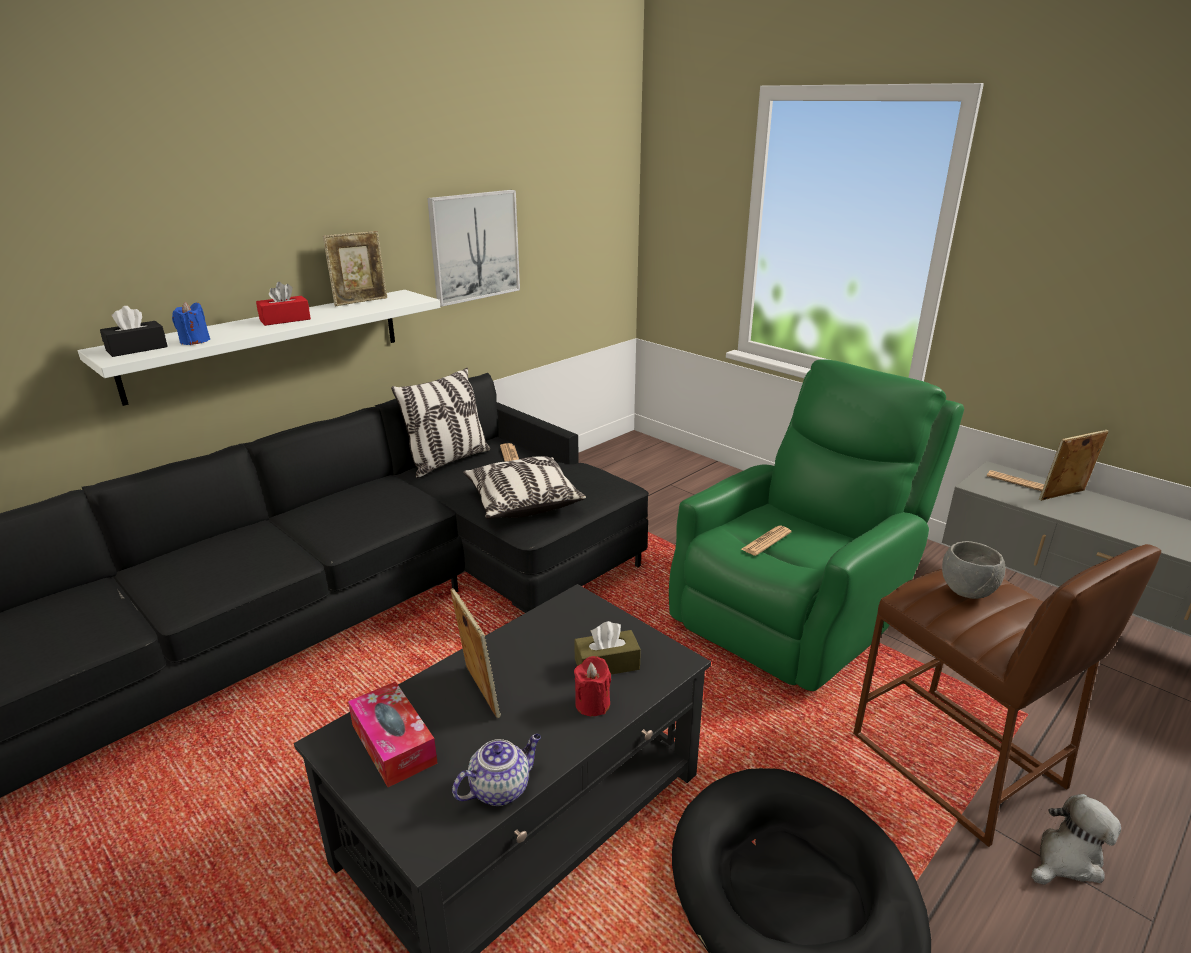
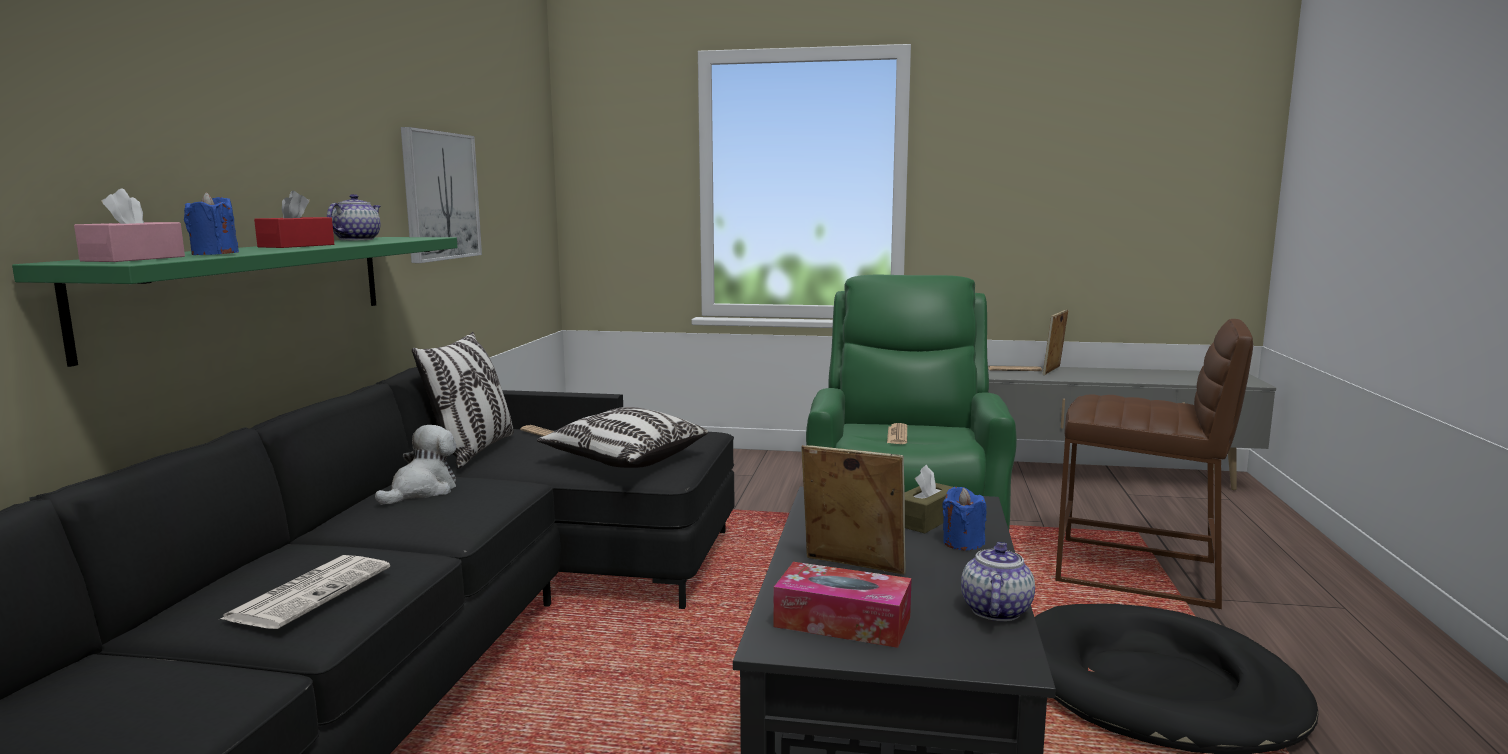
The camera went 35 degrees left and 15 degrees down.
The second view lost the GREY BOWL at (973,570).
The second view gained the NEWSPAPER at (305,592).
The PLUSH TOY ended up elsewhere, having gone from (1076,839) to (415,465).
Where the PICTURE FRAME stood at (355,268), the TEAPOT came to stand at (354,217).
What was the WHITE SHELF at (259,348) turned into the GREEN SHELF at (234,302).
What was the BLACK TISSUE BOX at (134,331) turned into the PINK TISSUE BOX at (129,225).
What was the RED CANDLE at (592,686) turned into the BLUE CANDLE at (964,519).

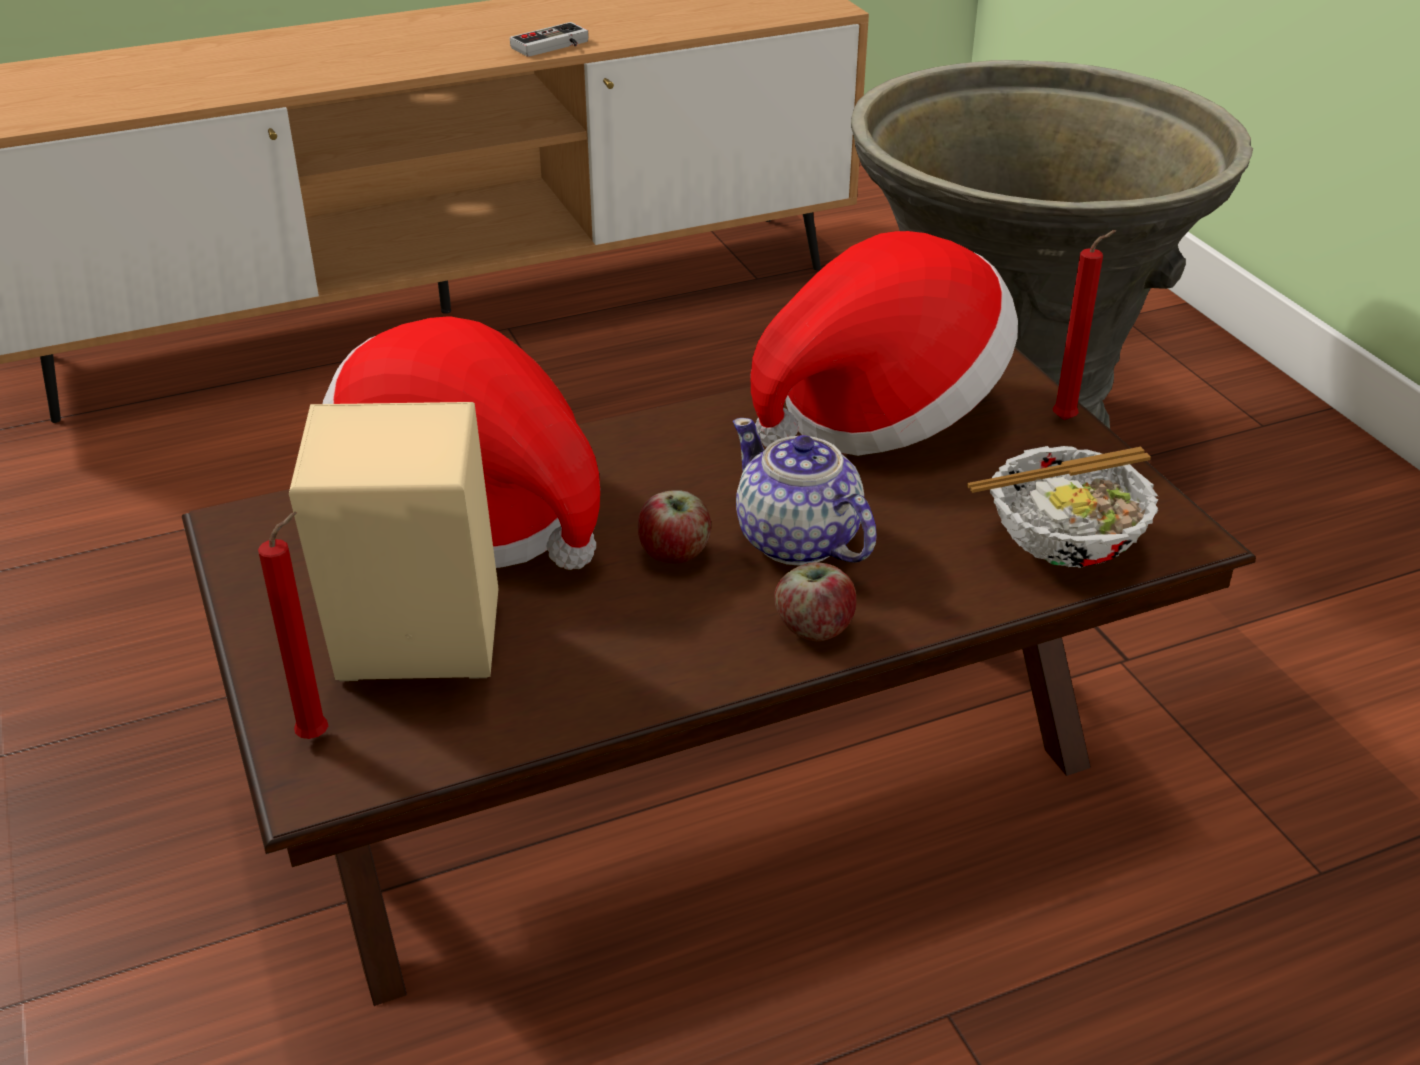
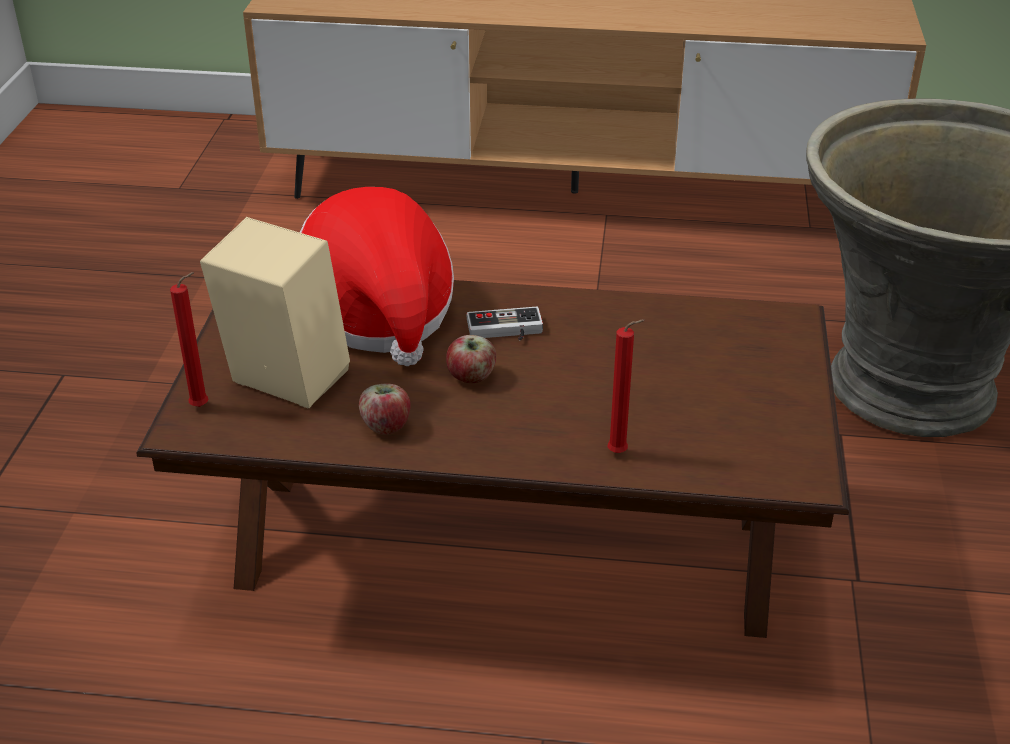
The camera went 30 degrees right and 0 degrees up.
The second view lost the TEAPOT at (805,492).
The second view lost the HAT at (884,343).
The second view lost the BOWL at (1062,507).
The GAME CONTROLLER ended up elsewhere, having gone from (549,39) to (505,324).
The APPLE ended up elsewhere, having gone from (815,601) to (385,409).
The RED CANDLE ended up elsewhere, having gone from (1085,325) to (626,386).

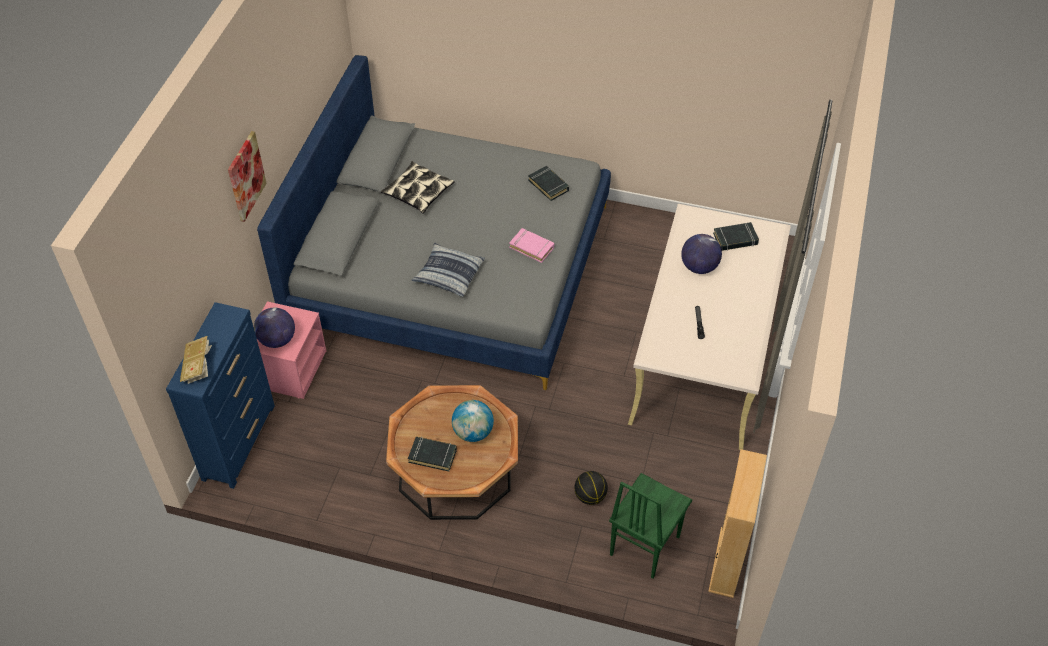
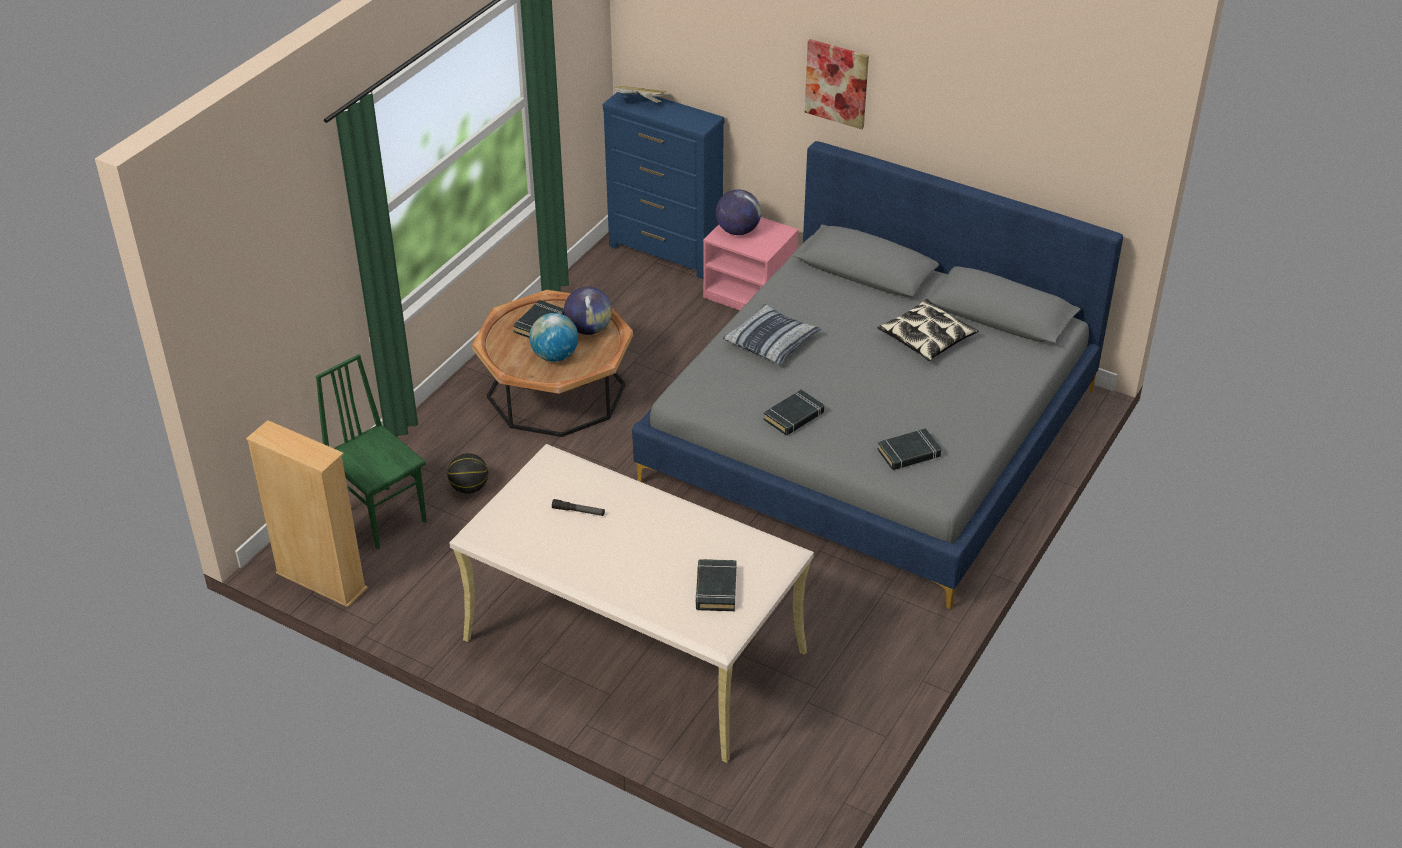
The camera went 105 degrees right and 10 degrees down.
The GLOBE ended up elsewhere, having gone from (701,254) to (588,311).
What was the PINK BOOK at (531,245) turned into the BLACK BOOK at (794,413).

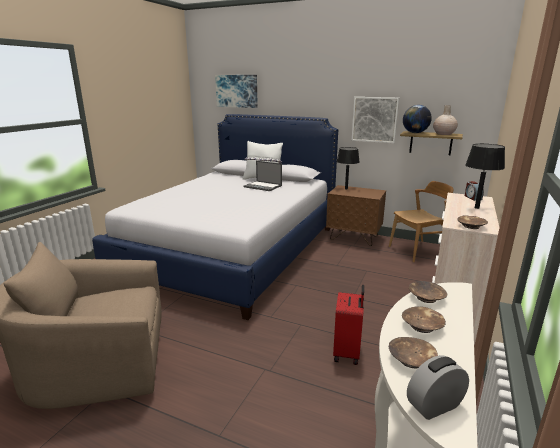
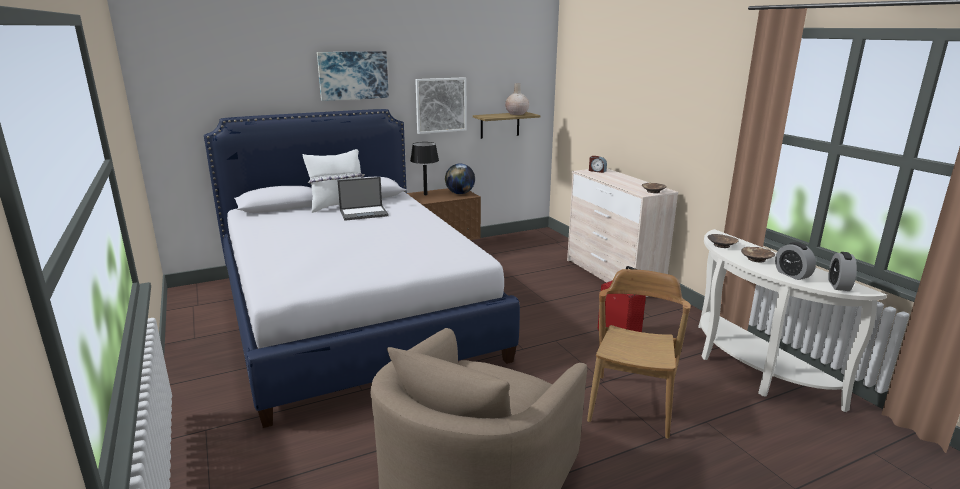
The camera went 50 degrees left and 0 degrees up.
The second view lost the BLACK TABLE LAMP at (485,176).
The PICTURE ended up elsewhere, having gone from (236,91) to (353,76).
The BROWN CHAIR ended up elsewhere, having gone from (421,221) to (639,354).
The GLOBE ended up elsewhere, having gone from (417,119) to (460,179).
Where the BROWN BOWL stood at (413,352), the ALARM CLOCK came to stand at (795,261).

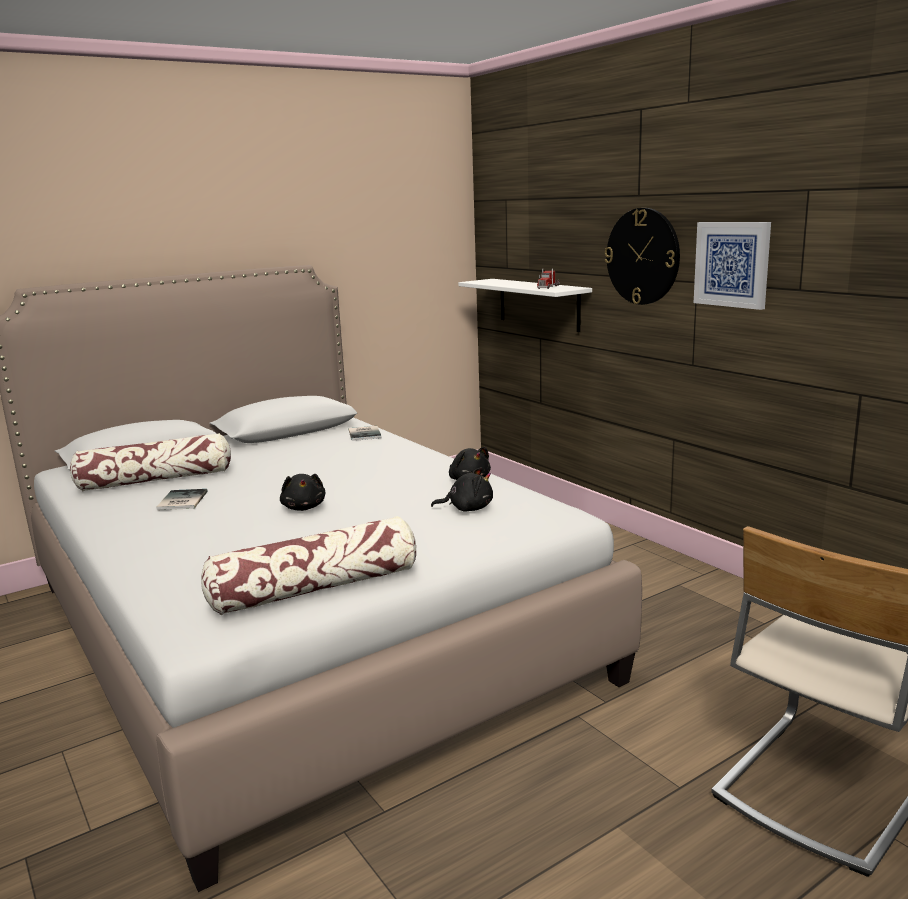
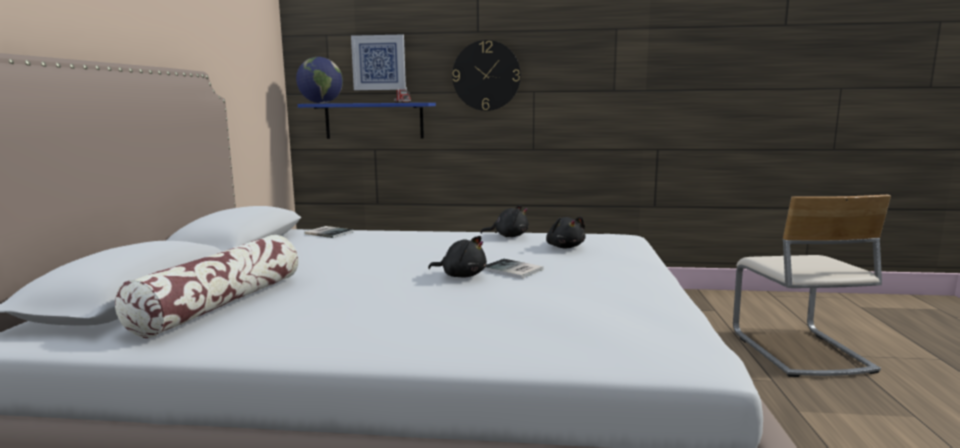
The camera went 50 degrees left and 5 degrees down.
The second view lost the PILLOW at (308,565).
The second view gained the GLOBE at (319,80).
The BOOK ended up elsewhere, having gone from (182,499) to (513,269).
The PICTURE ended up elsewhere, having gone from (732,266) to (378,62).
What was the WHITE SHELF at (525,305) turned into the BLUE SHELF at (367,121).
The BLACK PLUSH TOY at (462,489) ended up facing another way, 120 degrees clockwise from before.

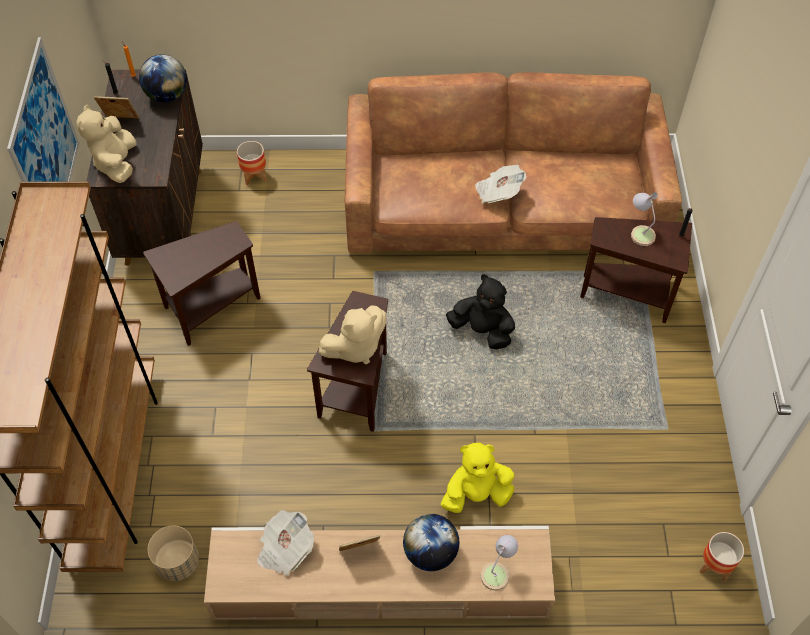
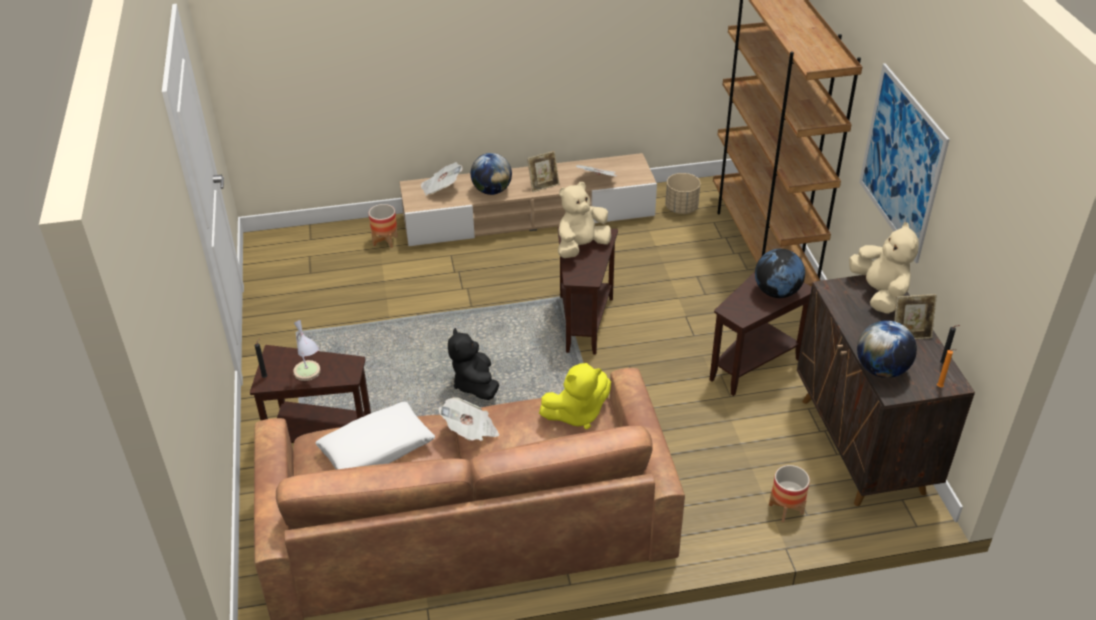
The camera went 170 degrees right and 15 degrees down.
The second view gained the WHITE PILLOW at (375,436).
The second view gained the GLOBE at (780,273).
The YELLOW PLUSH TOY ended up elsewhere, having gone from (478,478) to (575,396).
The PLANTER ended up elsewhere, having gone from (721,557) to (383,226).
Where the TABLE LAMP stood at (499,563), the NEWSPAPER came to stand at (442,179).
The BLACK PLUSH TOY at (480,311) ended up facing another way, 60 degrees clockwise from before.

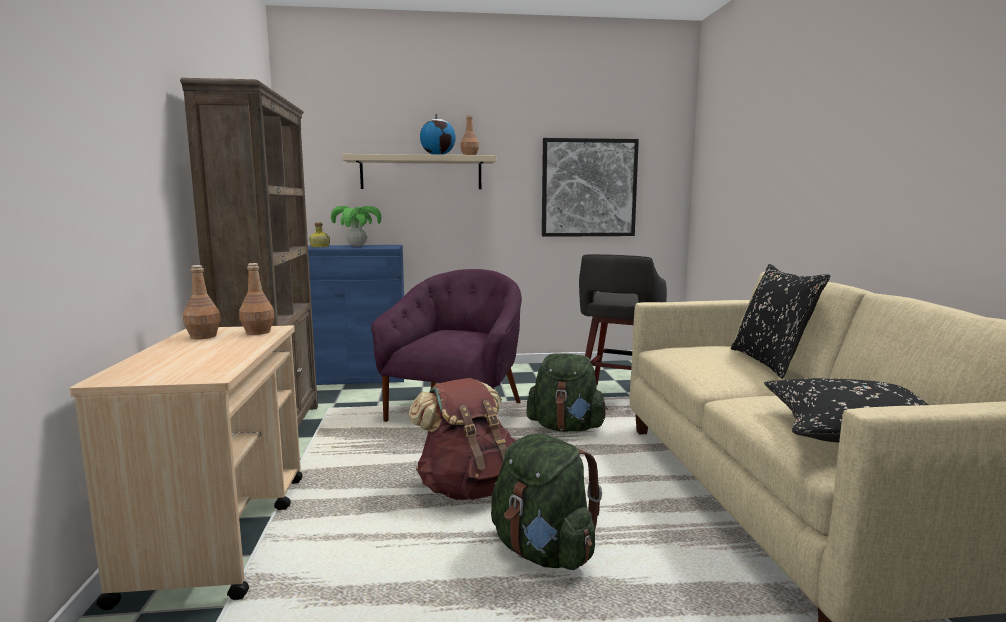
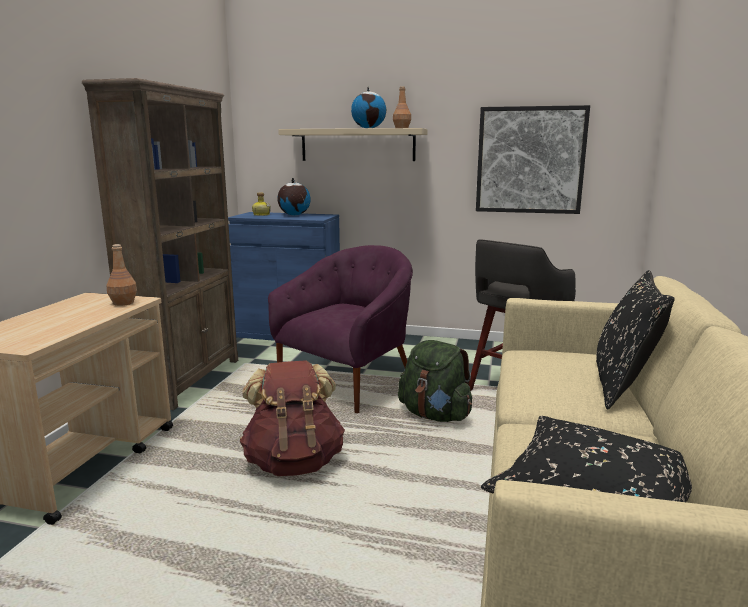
The camera went 20 degrees right and 5 degrees up.
The second view lost the BROWN BOTTLE at (202,302).
The second view lost the GREEN BACKPACK at (546,502).
Where the POTTED PLANT stood at (356,226), the GLOBE came to stand at (293,197).

